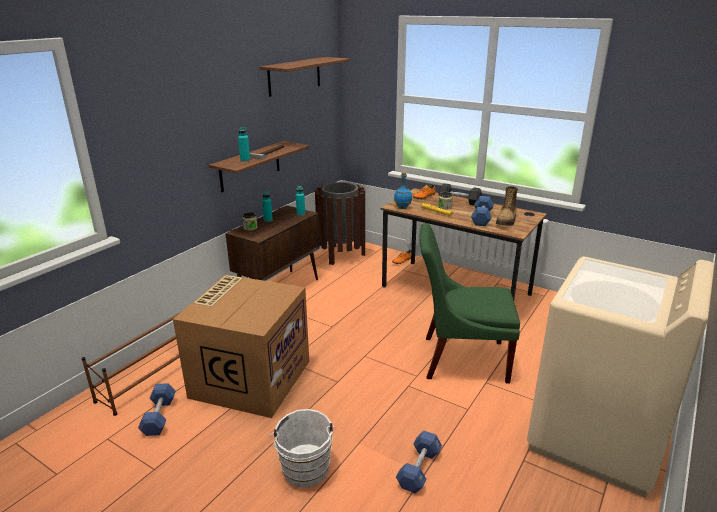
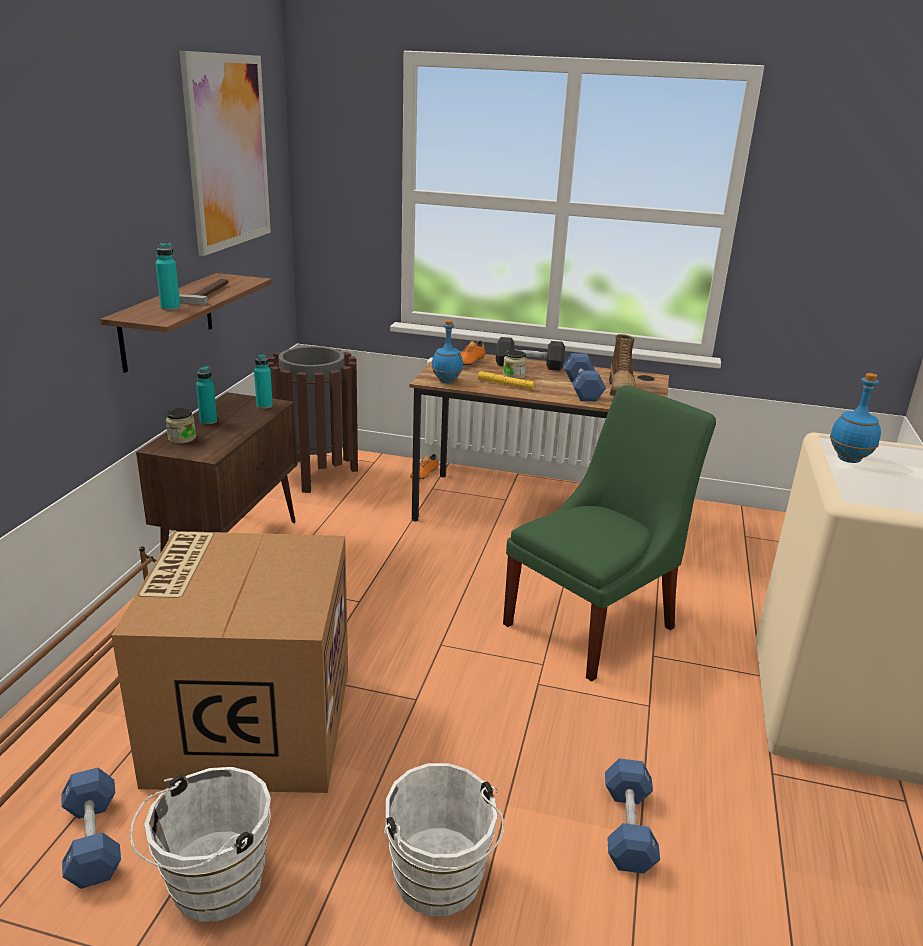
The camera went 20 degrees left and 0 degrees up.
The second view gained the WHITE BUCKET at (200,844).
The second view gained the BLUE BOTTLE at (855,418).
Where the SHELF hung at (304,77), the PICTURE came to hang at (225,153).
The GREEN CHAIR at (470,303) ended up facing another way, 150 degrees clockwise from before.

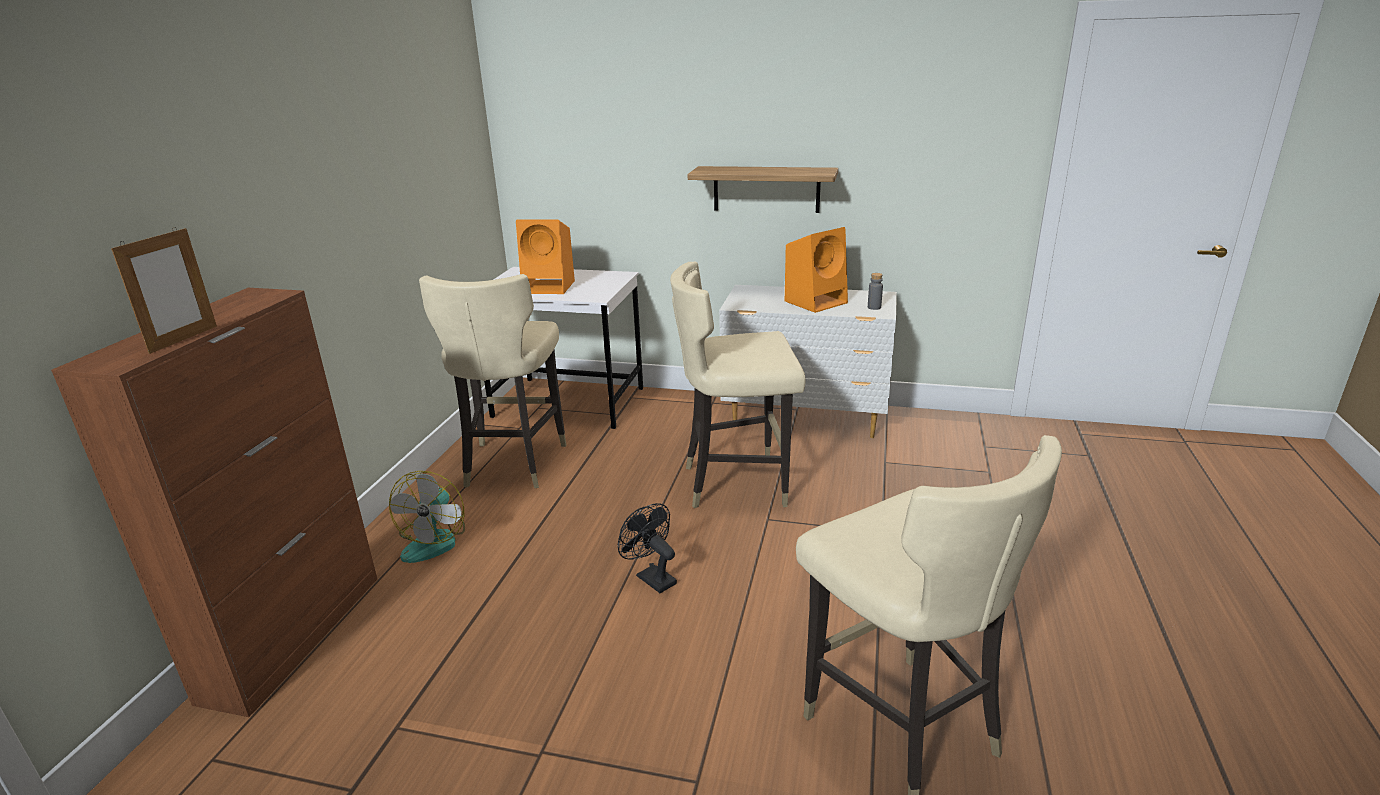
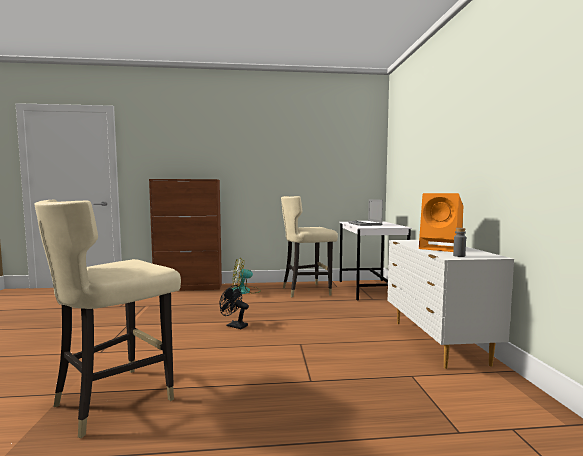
The camera went 70 degrees right and 20 degrees down.
The second view lost the PICTURE FRAME at (164,290).
The second view lost the BEIGE CHAIR at (738,385).
The second view lost the SHELF at (763,189).
Where the ORANGE SPEAKER stood at (545,256), the LAPTOP came to stand at (365,212).
The BLACK FAN at (647,548) ended up facing another way, 90 degrees counterclockwise from before.

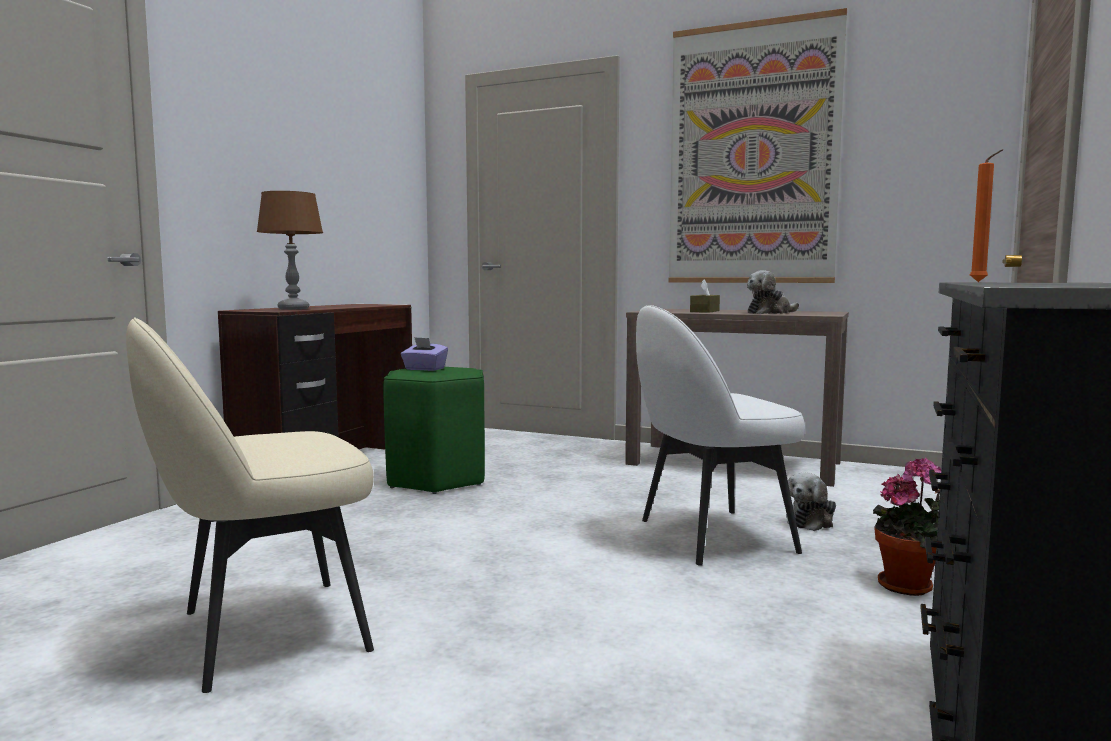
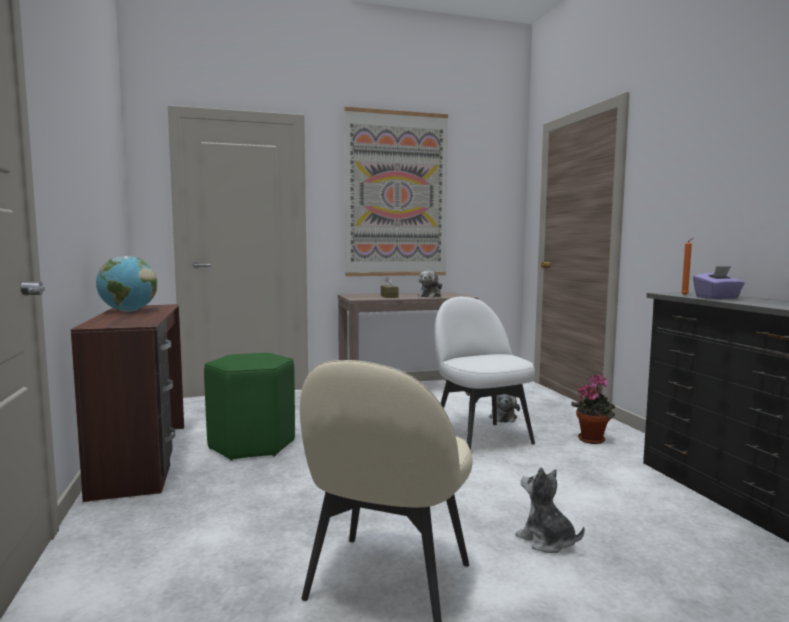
The camera went 40 degrees left and 0 degrees up.
The second view lost the BROWN TABLE LAMP at (290,250).
The second view gained the GLOBE at (126,284).
The second view gained the PLUSH TOY at (550,510).
The PURPLE TISSUE BOX ended up elsewhere, having gone from (424,354) to (719,282).
The WHITE CHAIR at (720,435) ended up facing another way, 120 degrees clockwise from before.

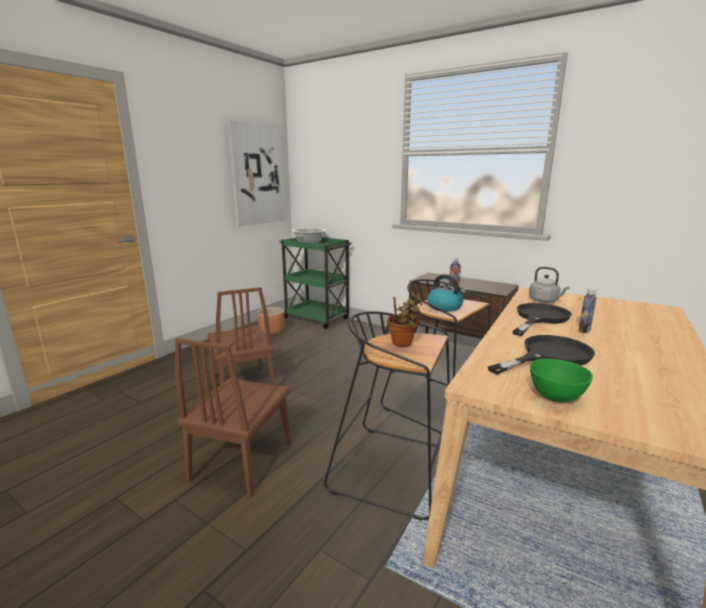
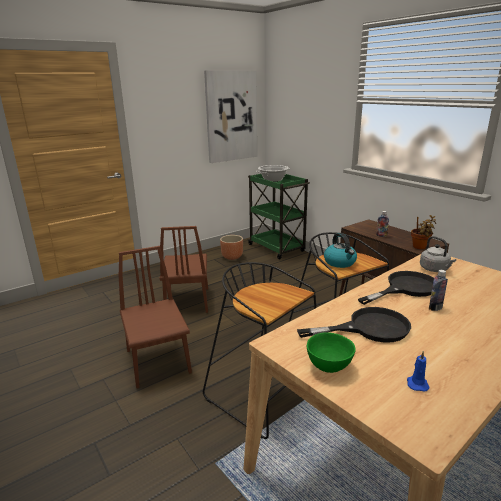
The camera went 20 degrees right and 5 degrees up.
The second view gained the BLUE CANDLE at (418,371).
The POTTED PLANT ended up elsewhere, having gone from (404,319) to (423,232).
The BROWN CHAIR at (233,418) ended up facing another way, 120 degrees clockwise from before.

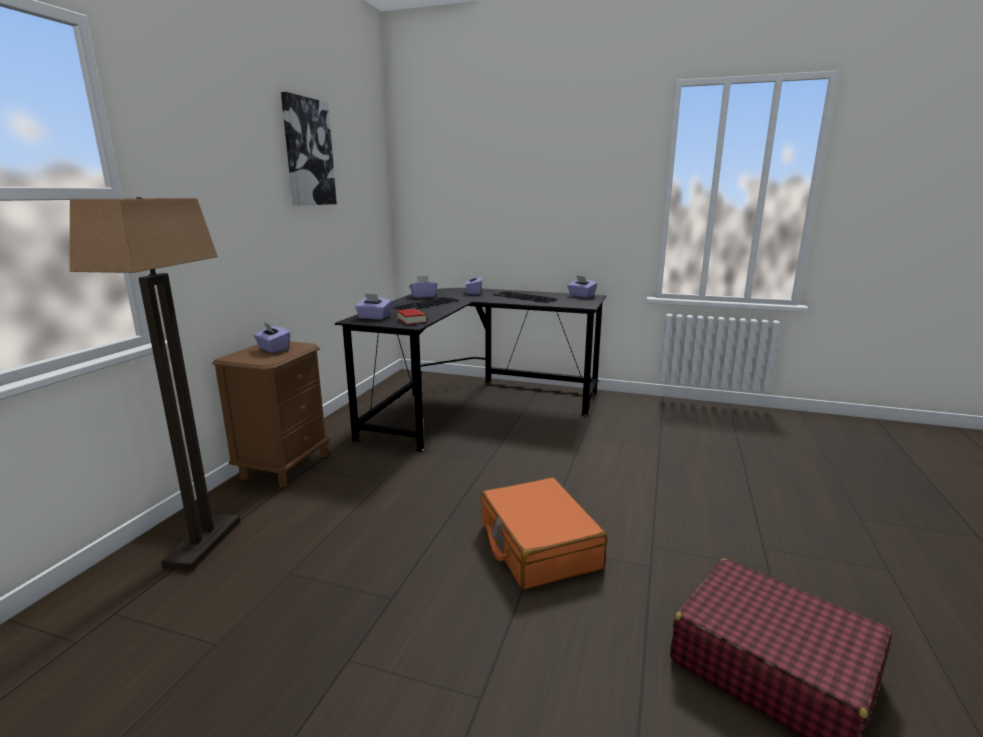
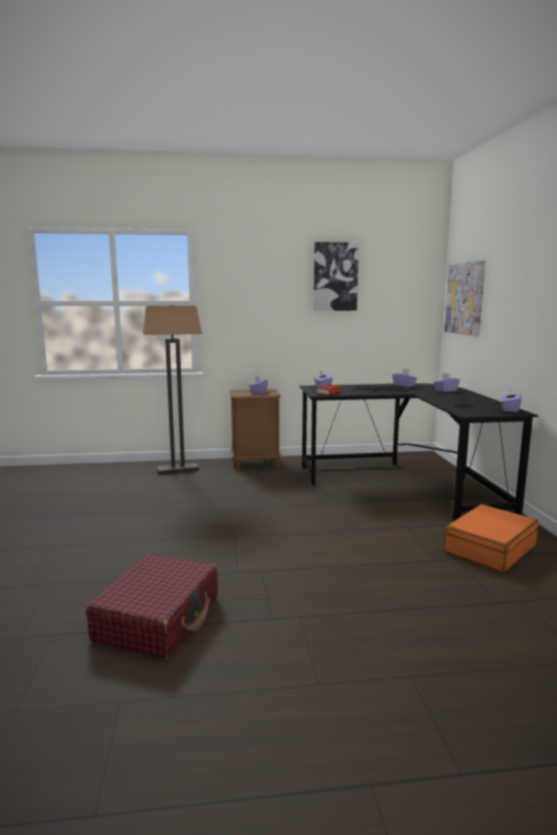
The camera went 65 degrees right and 5 degrees down.
The second view gained the PICTURE at (464,298).
The ORANGE SUITCASE ended up elsewhere, having gone from (544,533) to (491,538).

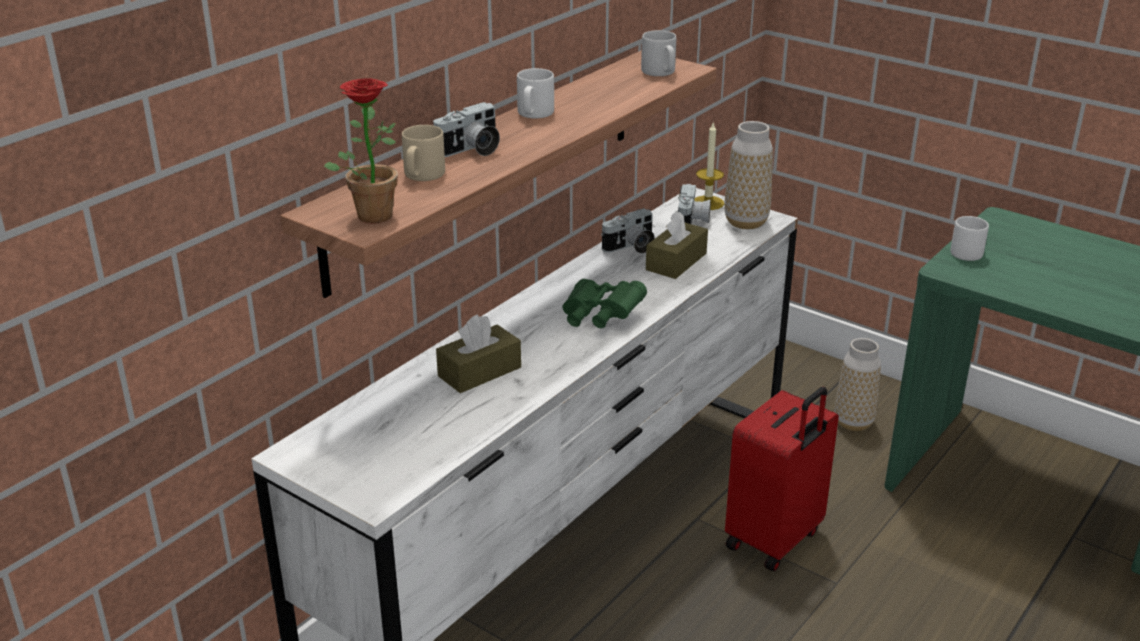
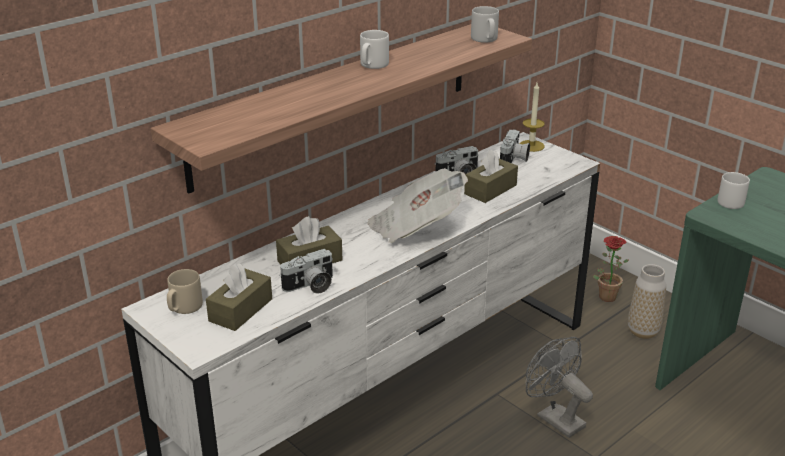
The camera went 10 degrees right and 0 degrees up.
The second view lost the VASE at (748,175).
The second view gained the BROWN TISSUE BOX at (239,297).
The POTTED PLANT ended up elsewhere, having gone from (361,151) to (611,269).
The BEIGE MUG ended up elsewhere, having gone from (423,153) to (185,291).
The PHOTO CAMERA ended up elsewhere, having gone from (466,129) to (306,271).
Where the GREEN BINOCULARS stood at (604,303), the NEWSPAPER came to stand at (417,205).
Where the RED SUITCASE stood at (782,479), the GREY FAN came to stand at (559,387).

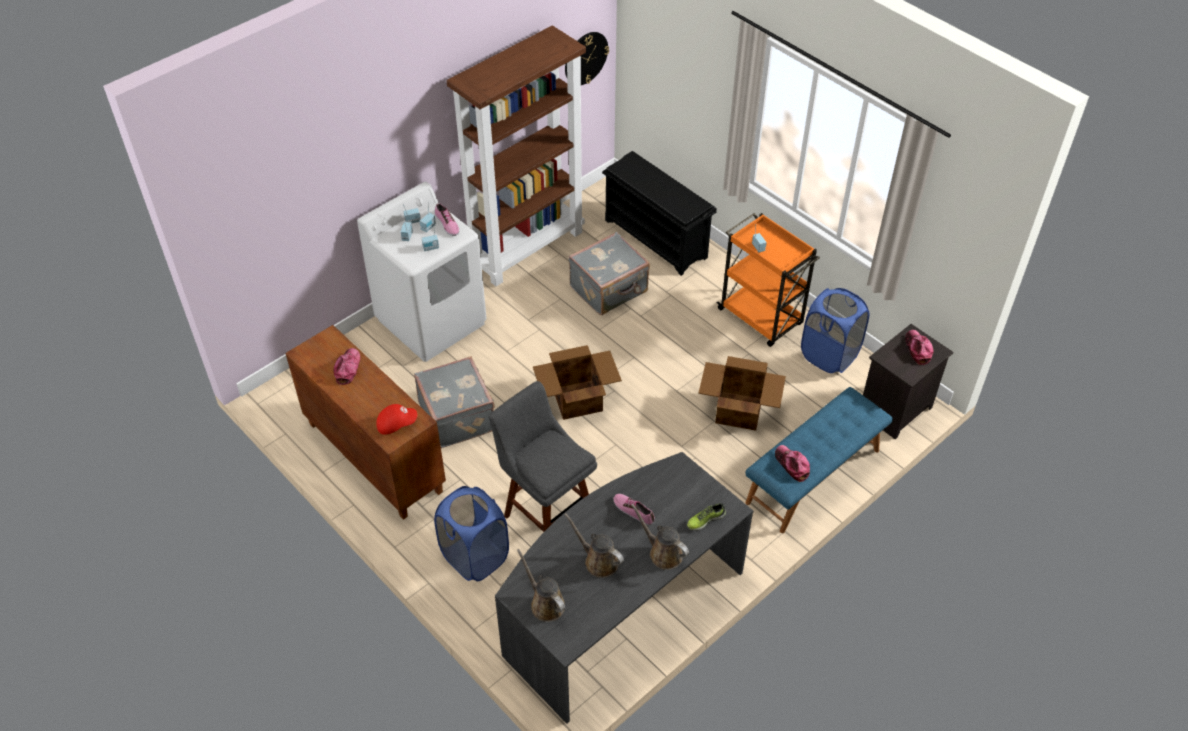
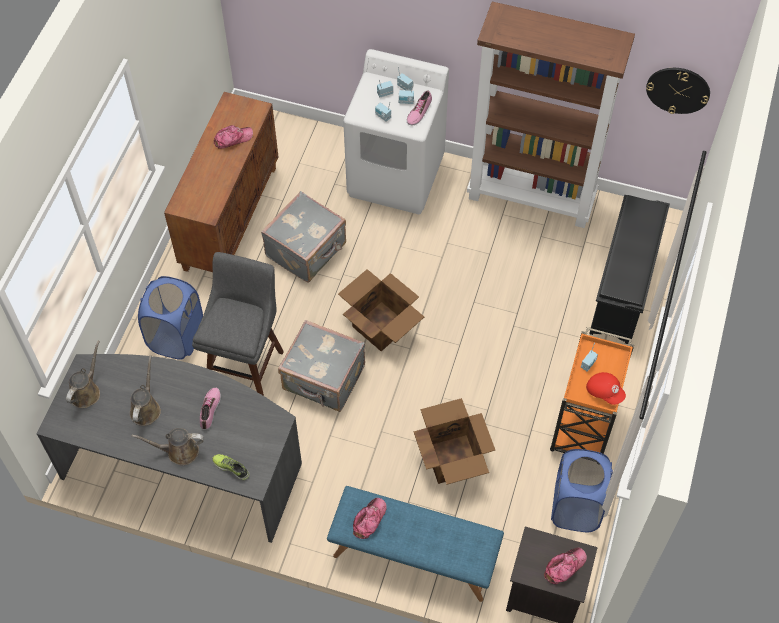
The camera went 60 degrees right and 10 degrees up.
The RED CAP ended up elsewhere, having gone from (396,419) to (606,388).
The GREY SUITCASE ended up elsewhere, having gone from (609,273) to (321,366).
The BROWN WATERING CAN at (660,537) ended up facing another way, 105 degrees counterclockwise from before.

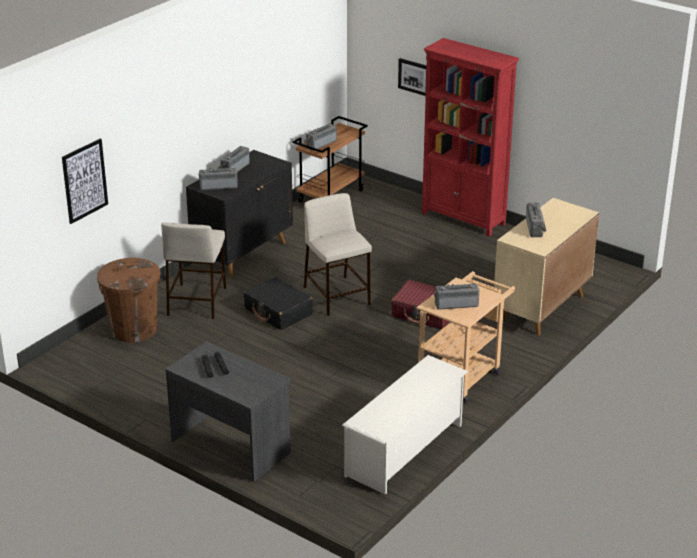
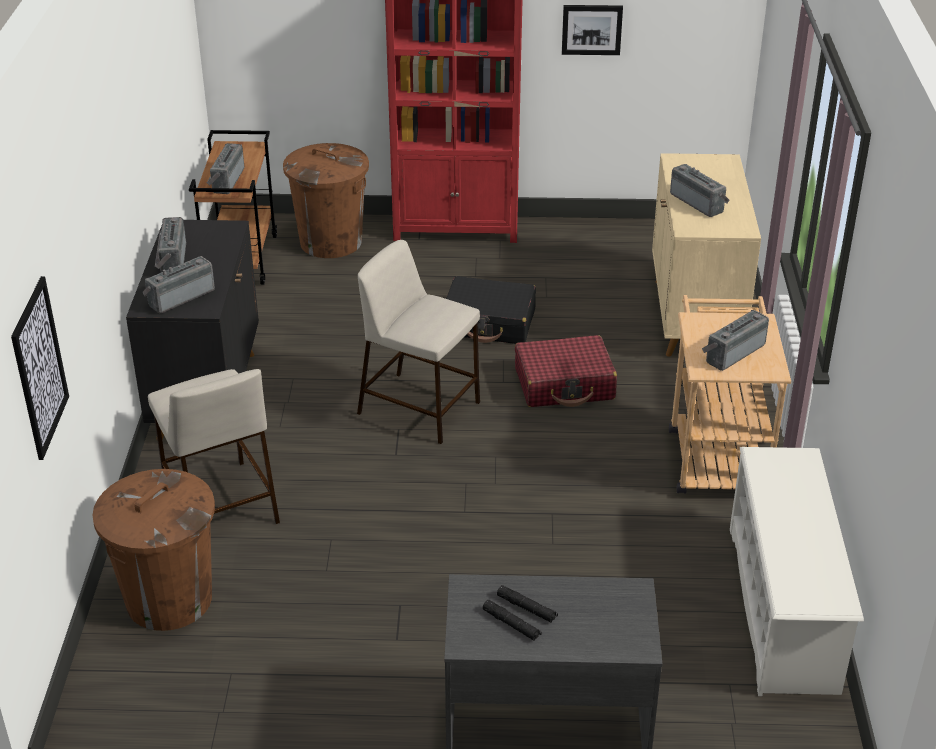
The camera went 35 degrees left and 5 degrees up.
The second view gained the BROWN TRASH CAN at (326,200).
The BLACK SUITCASE ended up elsewhere, having gone from (278,303) to (491,310).
The PICTURE ended up elsewhere, having gone from (412,77) to (592,30).

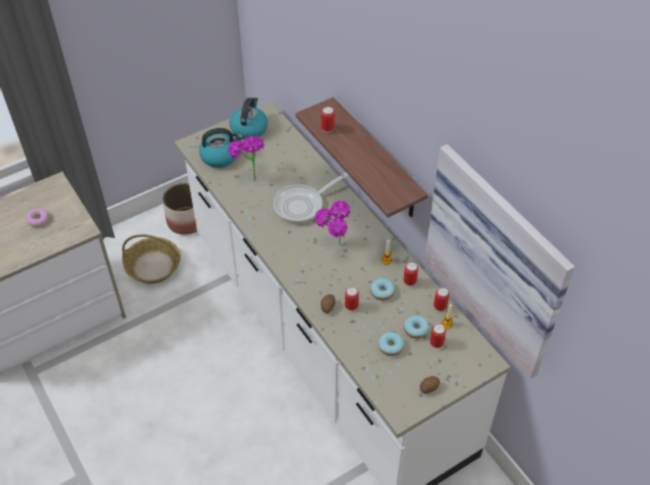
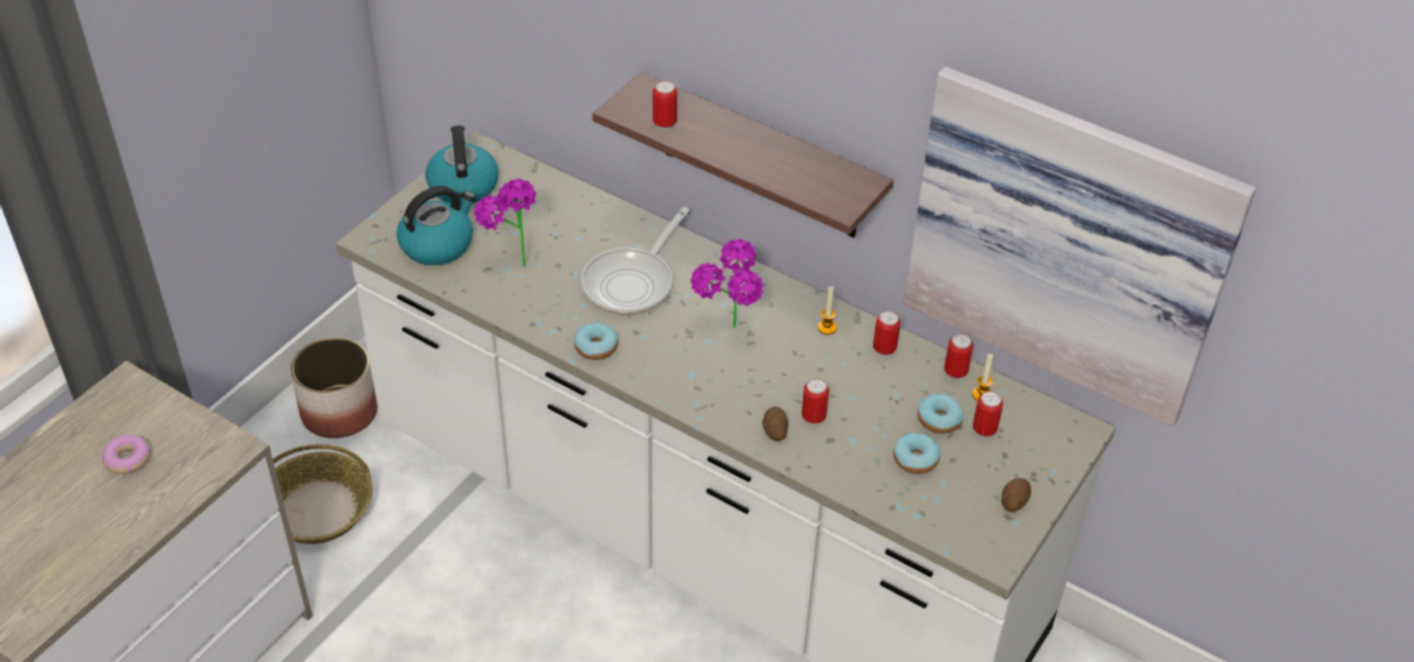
The camera went 25 degrees left and 5 degrees down.
The DONUT ended up elsewhere, having gone from (382,289) to (596,341).

